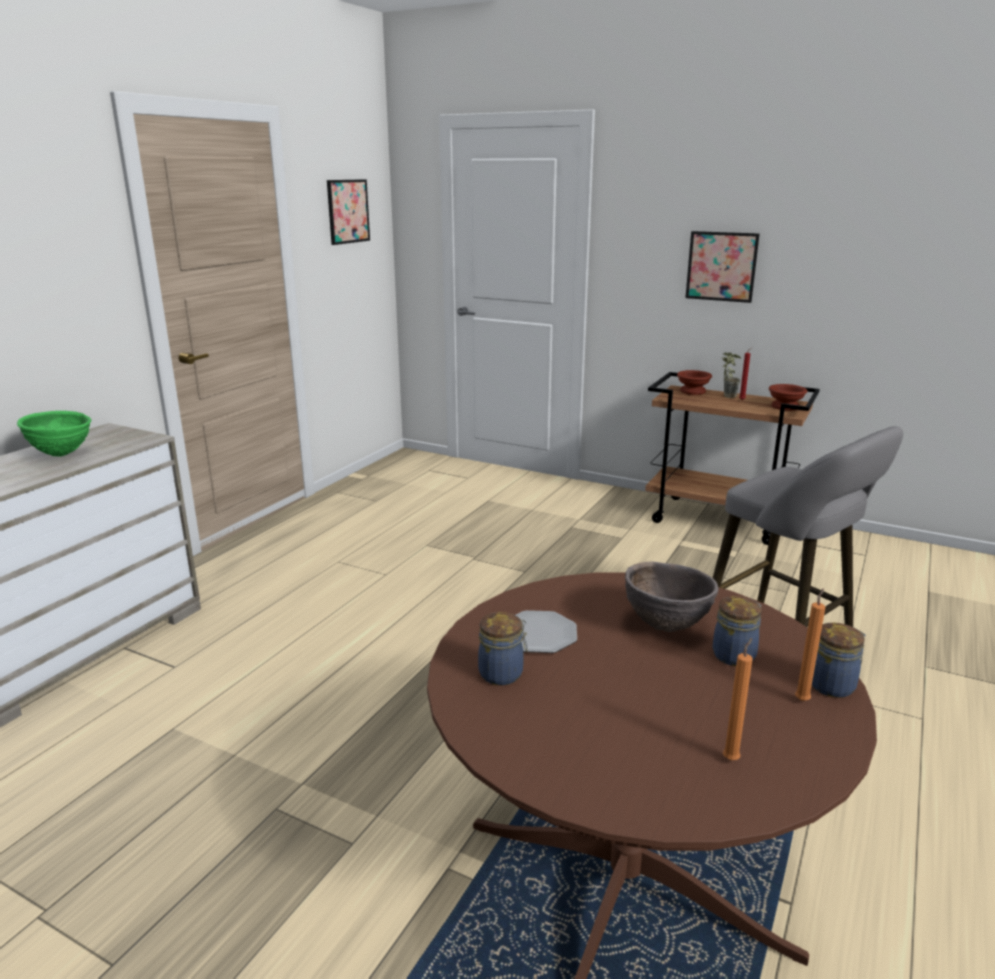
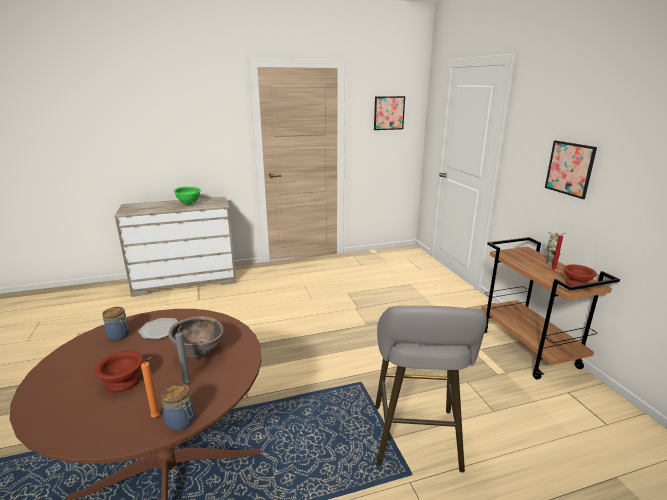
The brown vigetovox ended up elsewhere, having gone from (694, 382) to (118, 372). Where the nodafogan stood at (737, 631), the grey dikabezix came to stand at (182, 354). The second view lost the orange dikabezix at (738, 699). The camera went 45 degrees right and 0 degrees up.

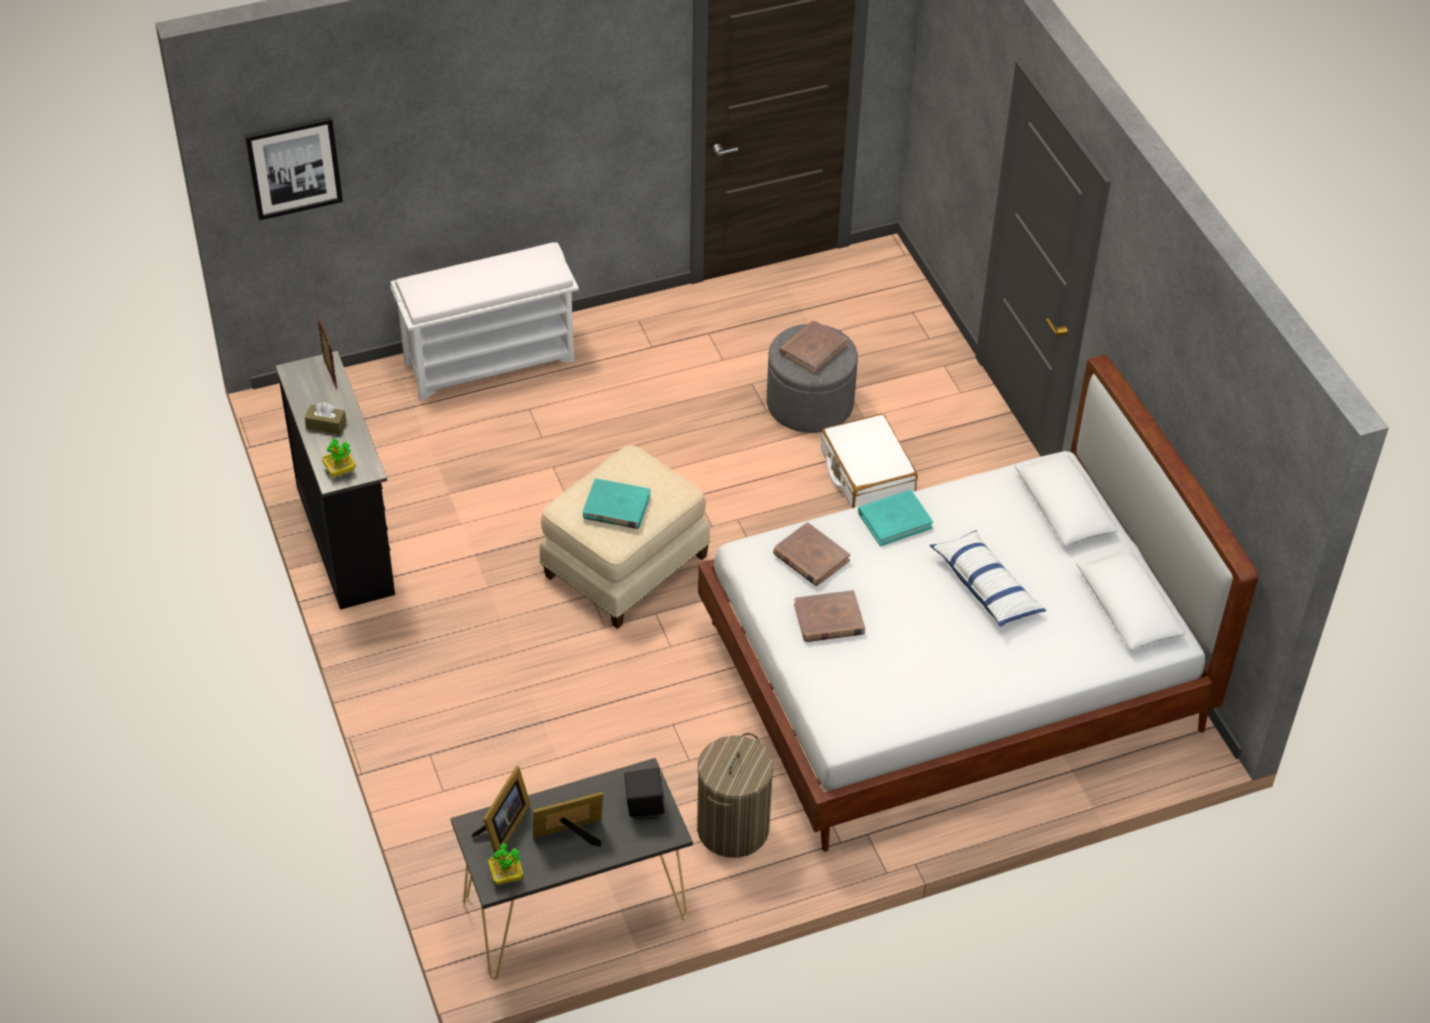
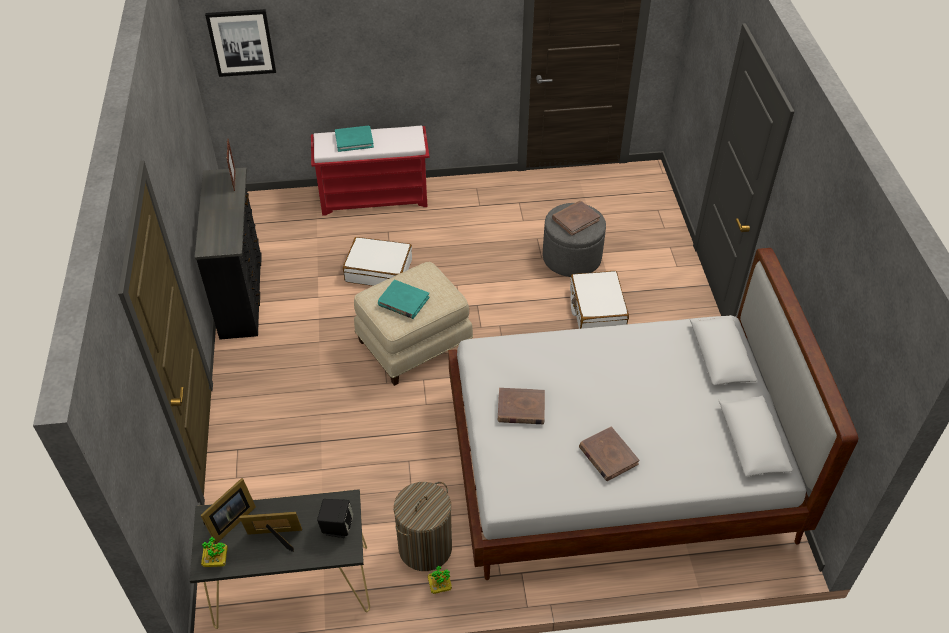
What was the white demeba at (484, 321) turned into the red demeba at (370, 170). The second view lost the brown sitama at (325, 418). The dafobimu ended up elsewhere, having gone from (339, 457) to (440, 580). The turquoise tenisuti ended up elsewhere, having gone from (895, 518) to (354, 138). The brown tenisuti ended up elsewhere, having gone from (811, 554) to (609, 454). The second view lost the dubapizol at (987, 579). The second view gained the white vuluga at (377, 261). The camera went 15 degrees right and 0 degrees up.

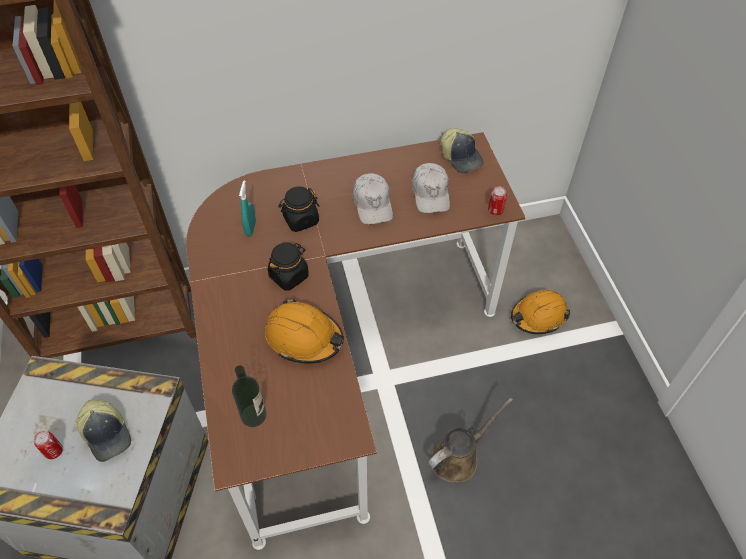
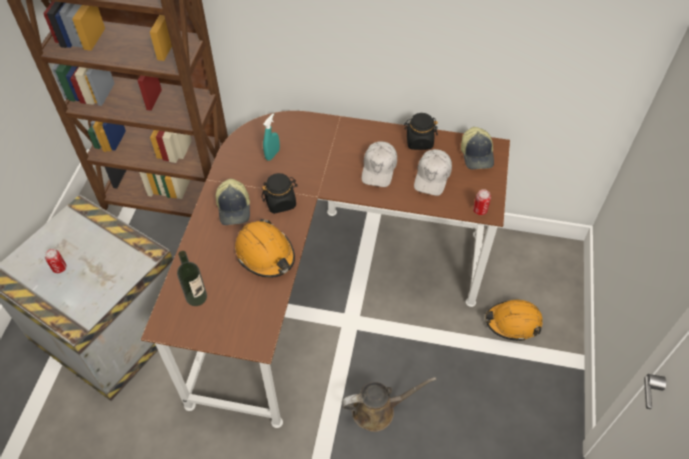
The black nodafogan ended up elsewhere, having gone from (299, 209) to (421, 131). The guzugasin ended up elsewhere, having gone from (103, 431) to (233, 202). The camera went 25 degrees right and 0 degrees up.

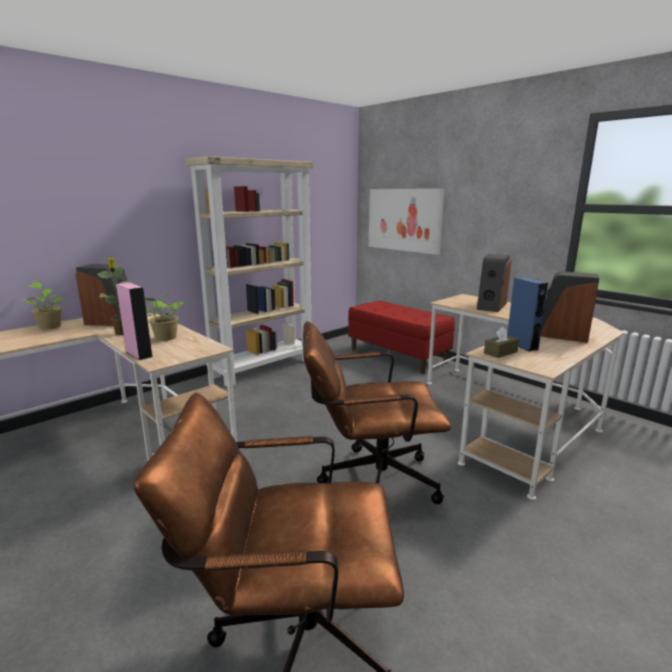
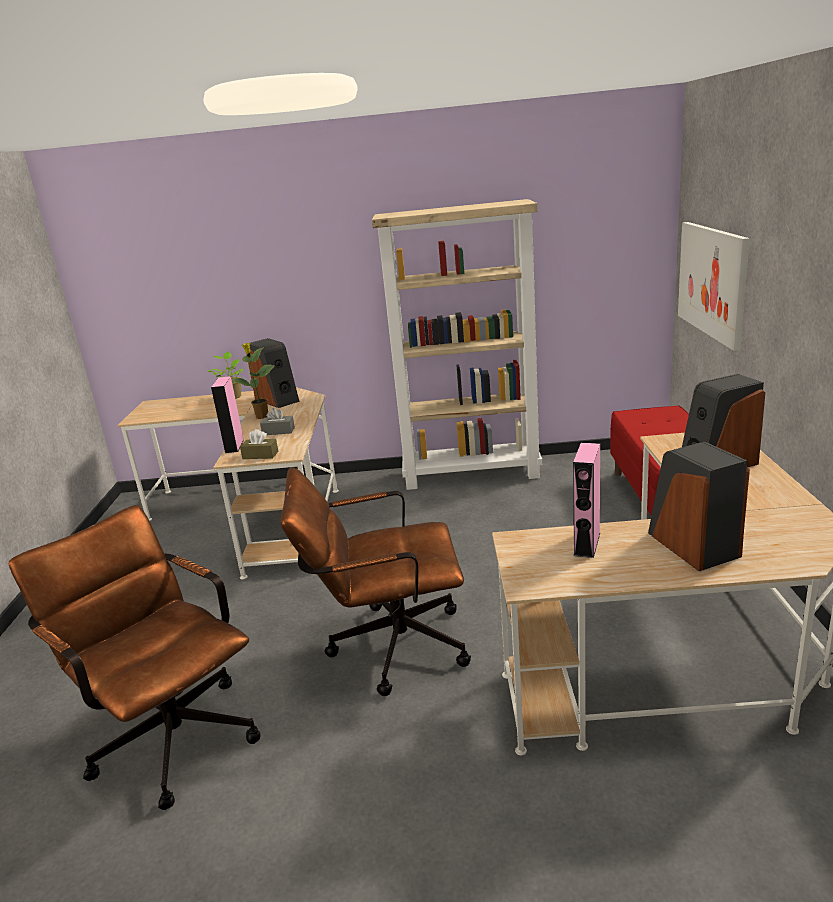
What was the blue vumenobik at (527, 314) turned into the pink vumenobik at (586, 500). Where the dafobimu stood at (164, 318), the grey sitama came to stand at (277, 421). The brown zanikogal at (377, 412) ended up facing another way, 45 degrees counterclockwise from before. The brown sitama ended up elsewhere, having gone from (501, 342) to (259, 444). The camera went 45 degrees right and 5 degrees up.

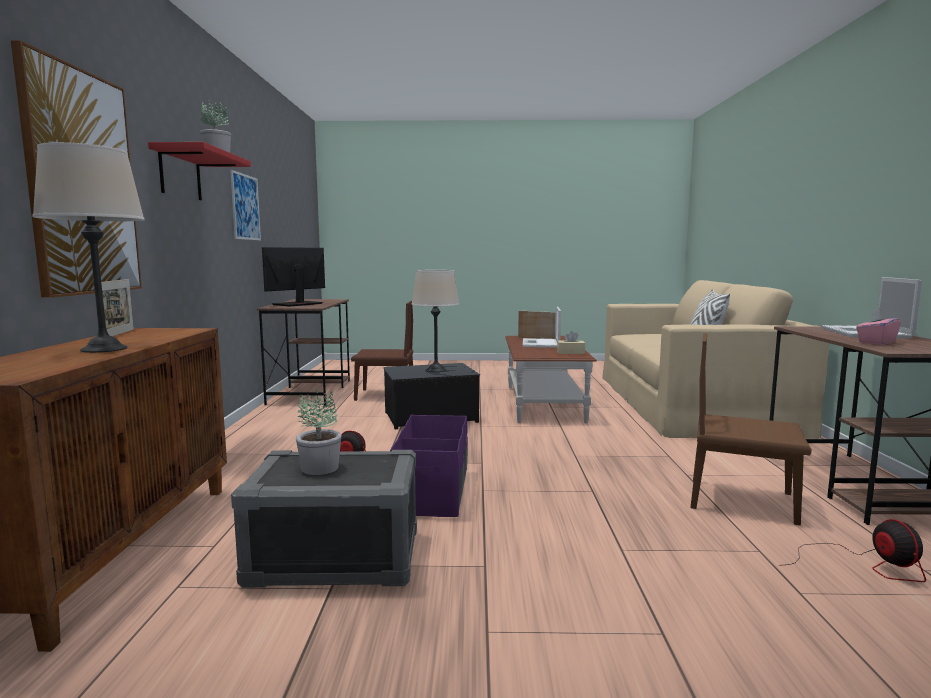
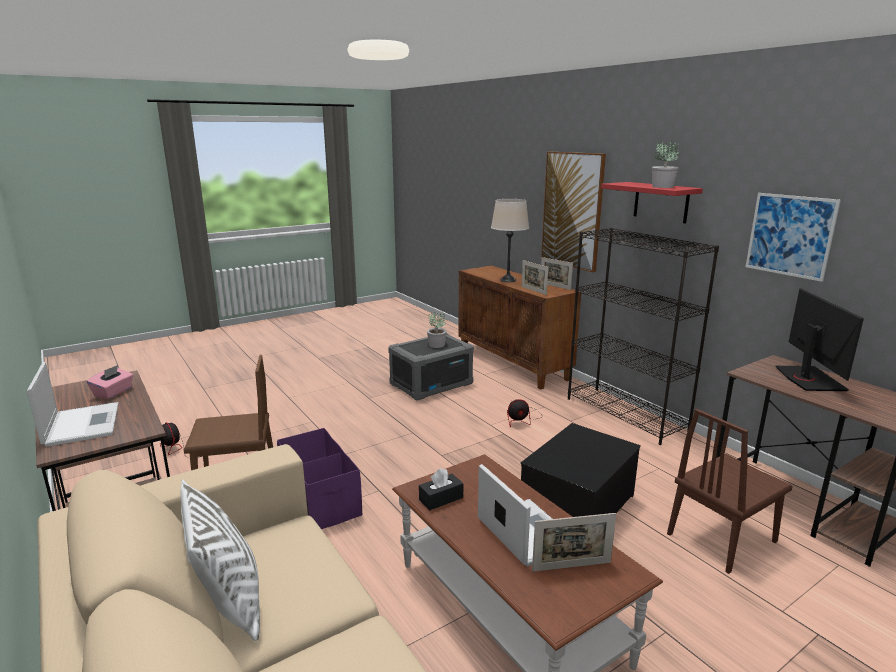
The second view lost the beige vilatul at (435, 321). What was the beige sitama at (571, 342) turned into the black sitama at (441, 489). The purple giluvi ended up elsewhere, having gone from (429, 466) to (319, 478). The second view gained the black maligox at (643, 336). The second view gained the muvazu at (535, 277). The camera went 145 degrees right and 10 degrees up.

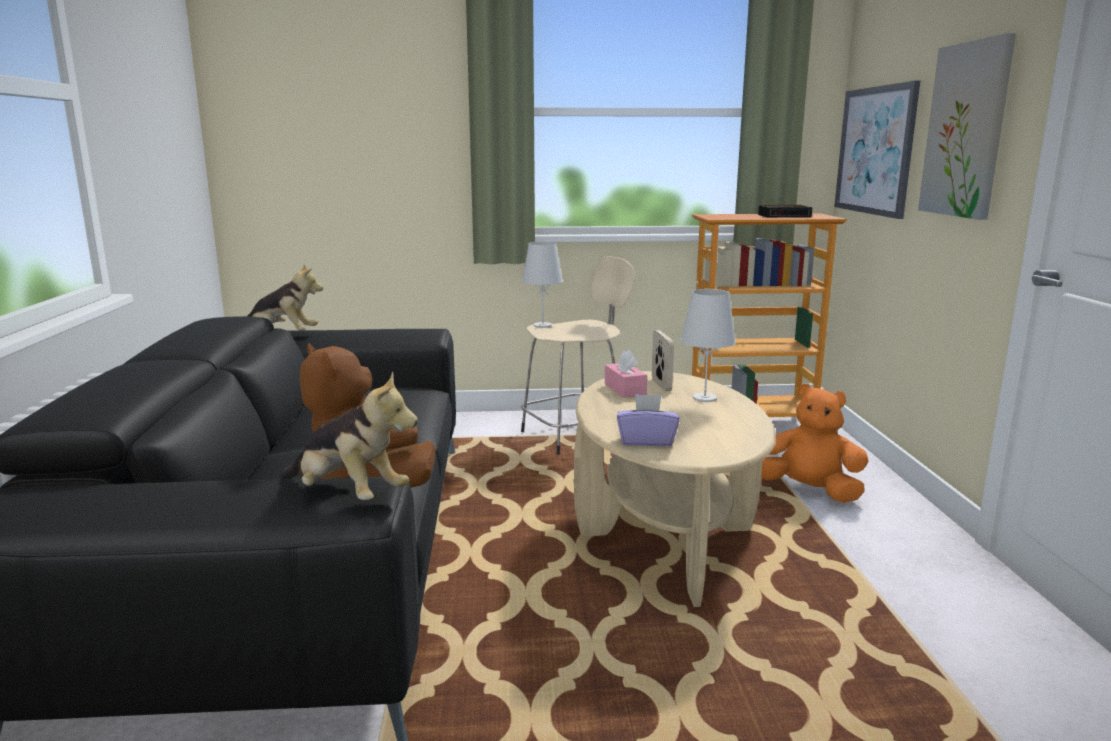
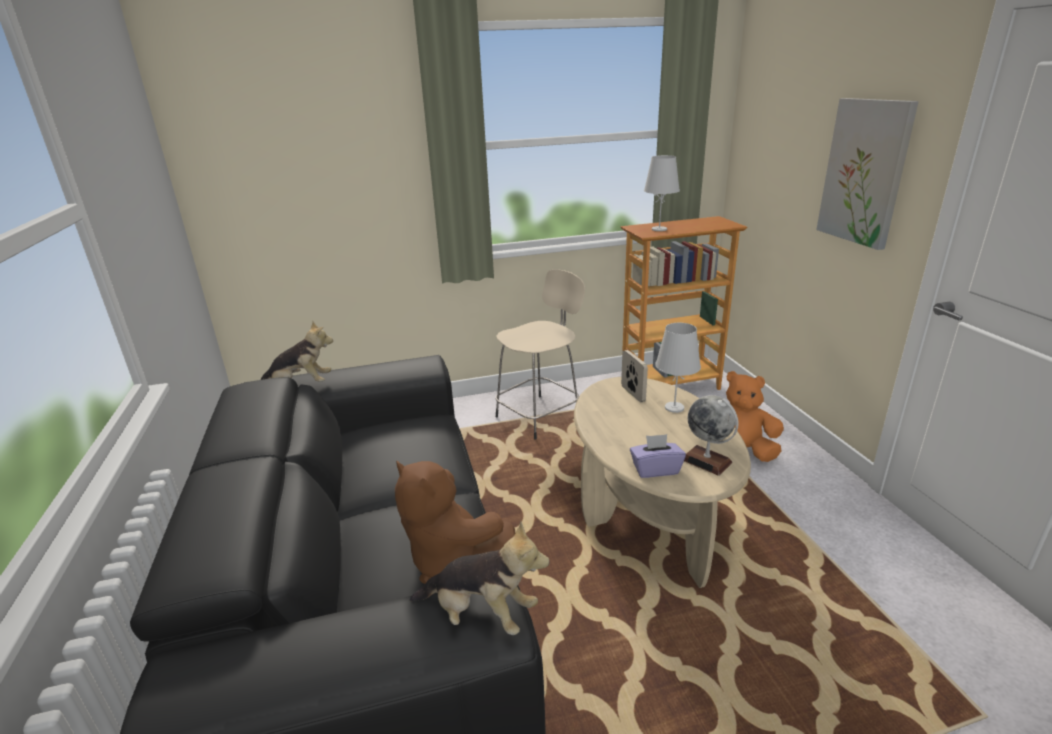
The second view lost the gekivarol at (877, 150). The second view lost the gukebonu at (785, 211). The white vilatul ended up elsewhere, having gone from (542, 285) to (662, 193). The second view lost the pink sitama at (626, 374). The second view gained the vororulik at (711, 435). The camera went 10 degrees left and 10 degrees up.

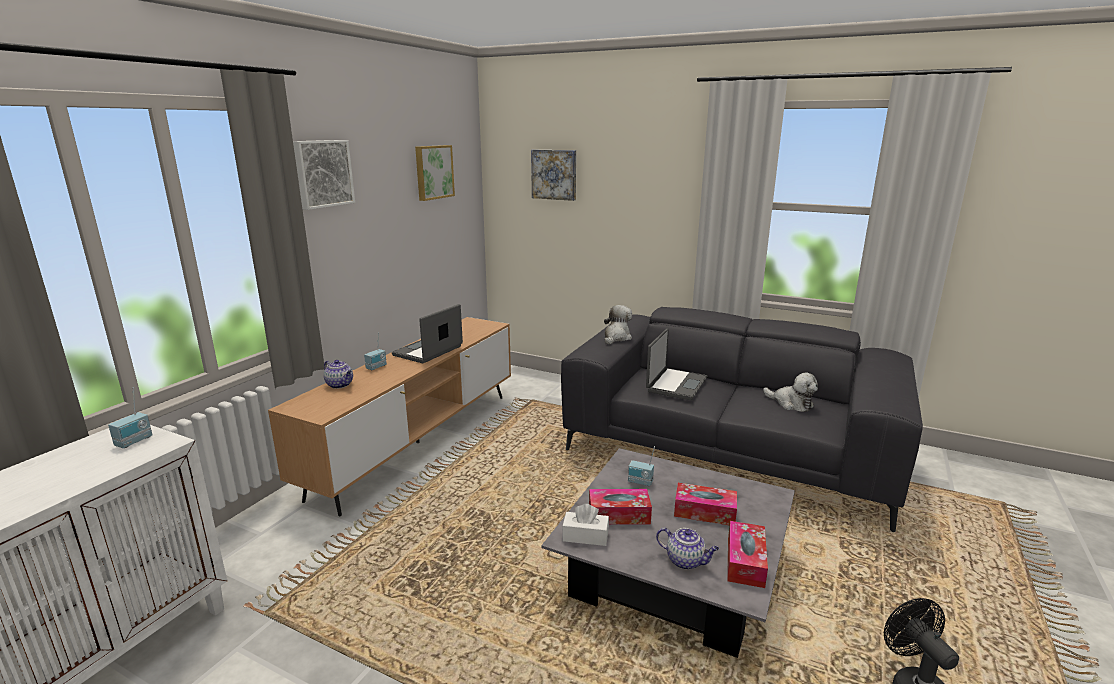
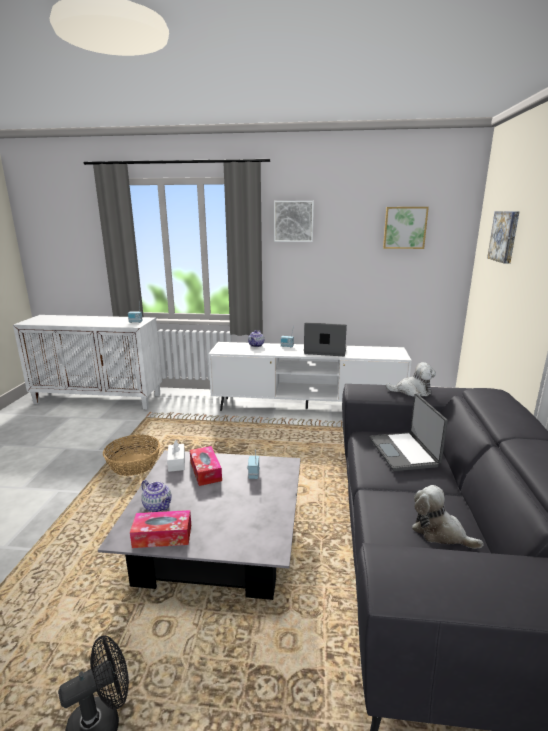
What was the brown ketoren at (389, 416) turned into the white ketoren at (310, 376). The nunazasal at (676, 364) ended up facing another way, 75 degrees clockwise from before. The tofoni at (790, 392) ended up facing another way, 105 degrees clockwise from before. The second view lost the sitama at (705, 504). The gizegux at (687, 548) ended up facing another way, 60 degrees counterclockwise from before. The second view gained the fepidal at (131, 455). The camera went 70 degrees right and 0 degrees up.

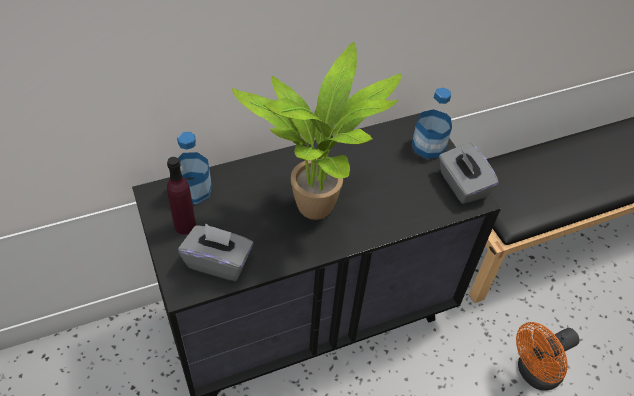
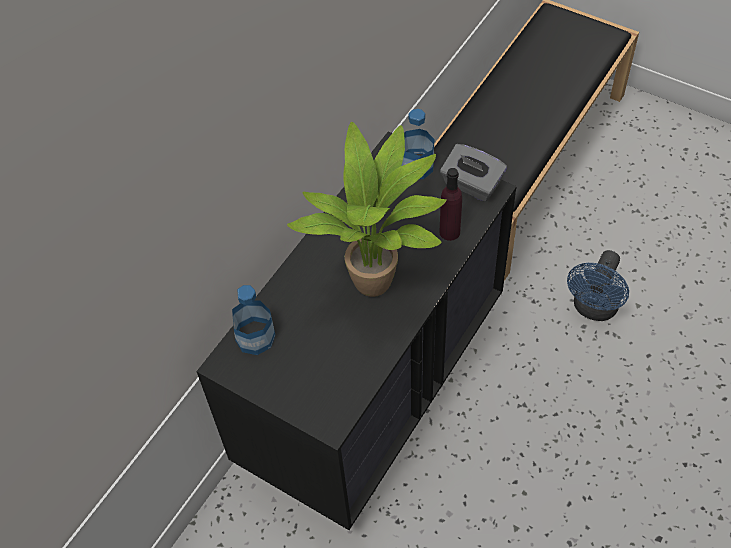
The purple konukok ended up elsewhere, having gone from (181, 196) to (450, 204). The second view lost the grey sitama at (215, 252). What was the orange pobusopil at (548, 356) turned into the blue pobusopil at (598, 285). The camera went 30 degrees left and 5 degrees up.

